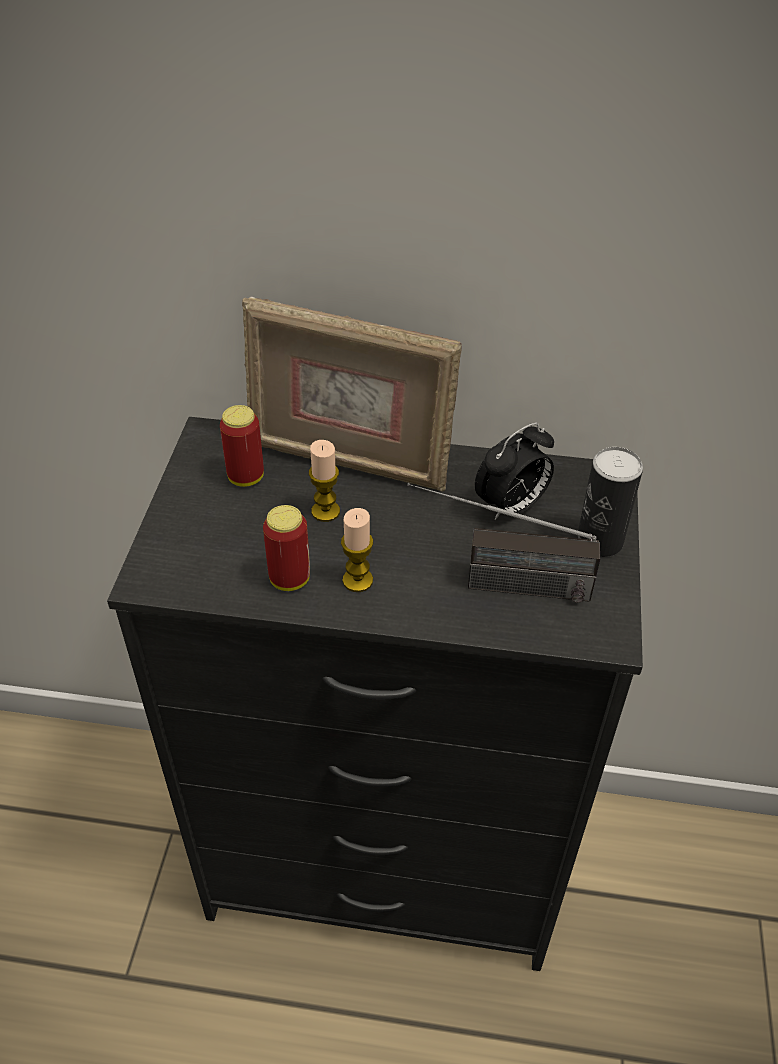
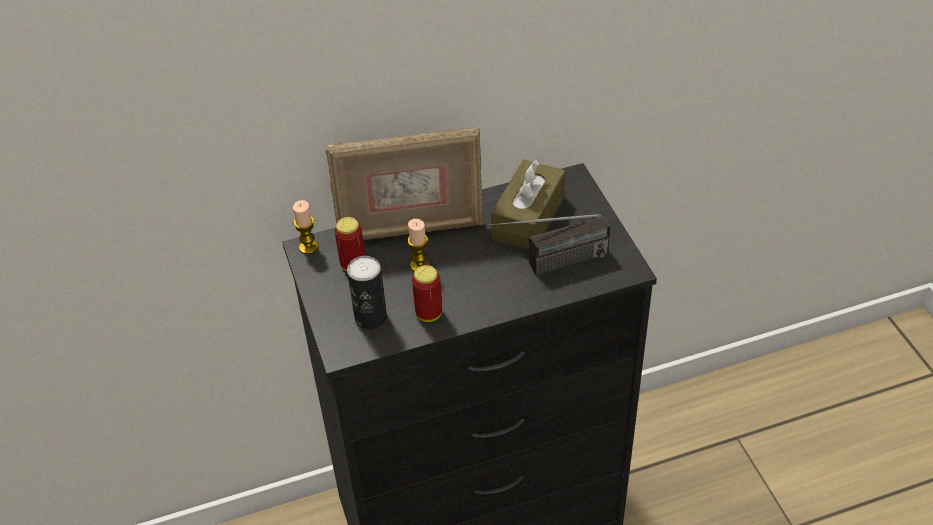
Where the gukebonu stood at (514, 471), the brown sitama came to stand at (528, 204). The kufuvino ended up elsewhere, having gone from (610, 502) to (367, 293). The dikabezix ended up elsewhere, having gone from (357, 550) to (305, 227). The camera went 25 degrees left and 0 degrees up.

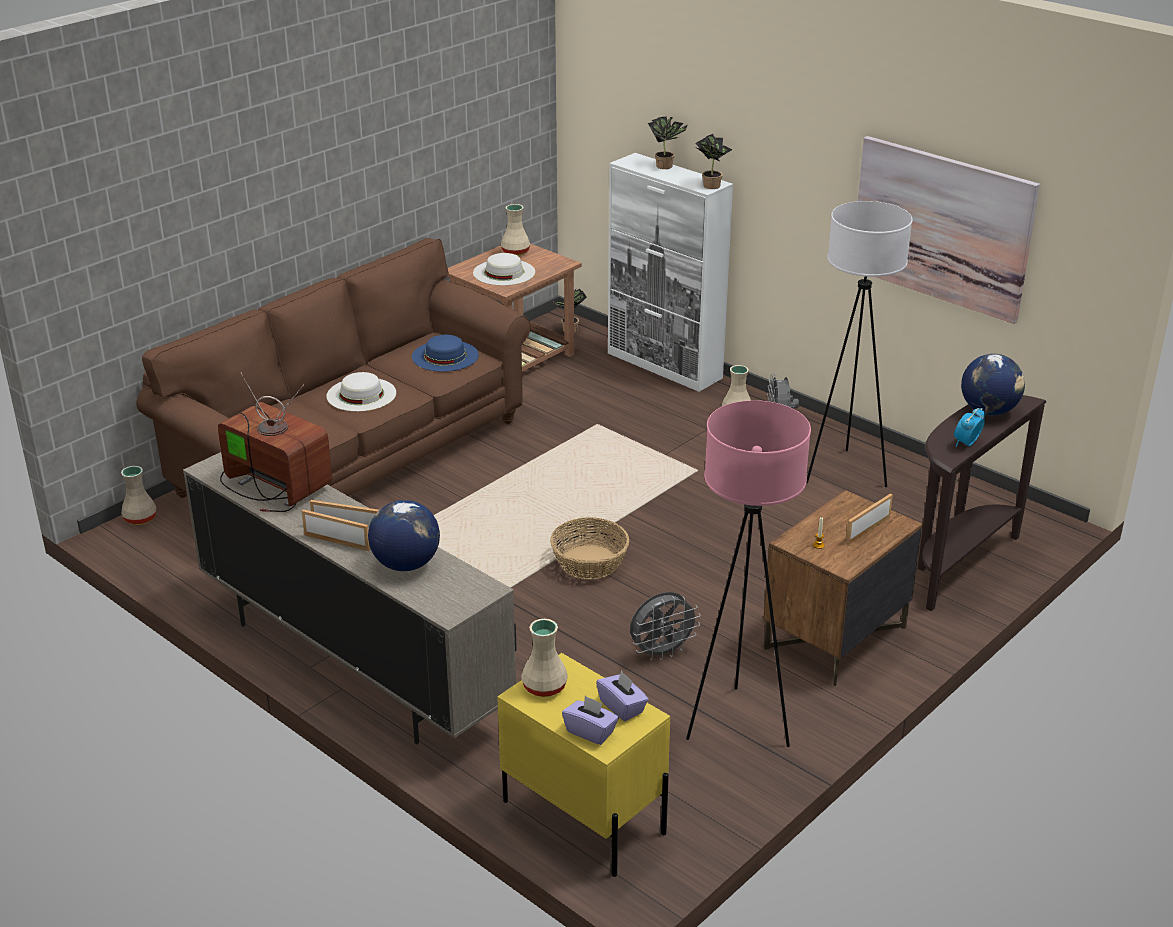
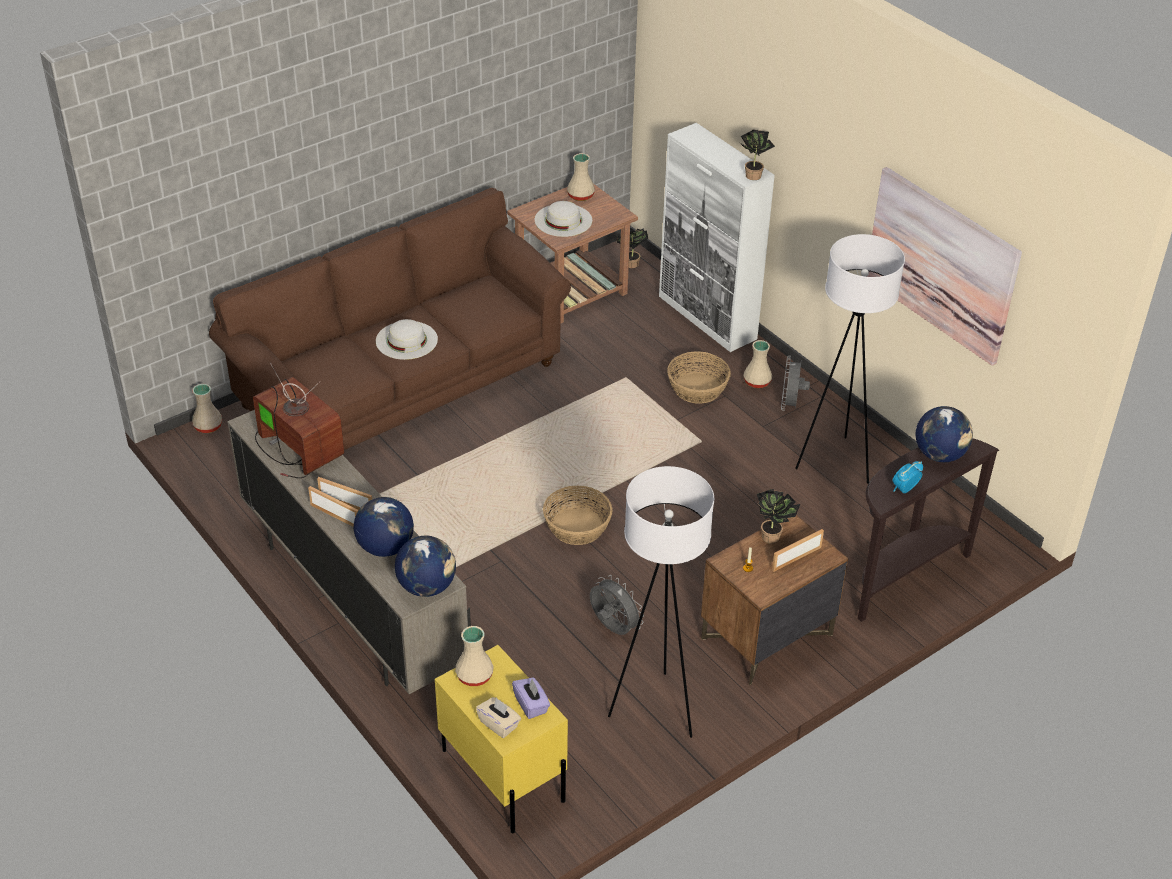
The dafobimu ended up elsewhere, having gone from (667, 142) to (779, 516). The second view lost the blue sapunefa at (445, 353). What was the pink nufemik at (748, 573) turned into the white nufemik at (661, 602). The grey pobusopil at (665, 626) ended up facing another way, 120 degrees counterclockwise from before. What was the purple sitama at (590, 720) turned into the beige sitama at (498, 717). The second view gained the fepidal at (699, 378). The second view gained the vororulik at (425, 566). The camera went 10 degrees right and 10 degrees up.

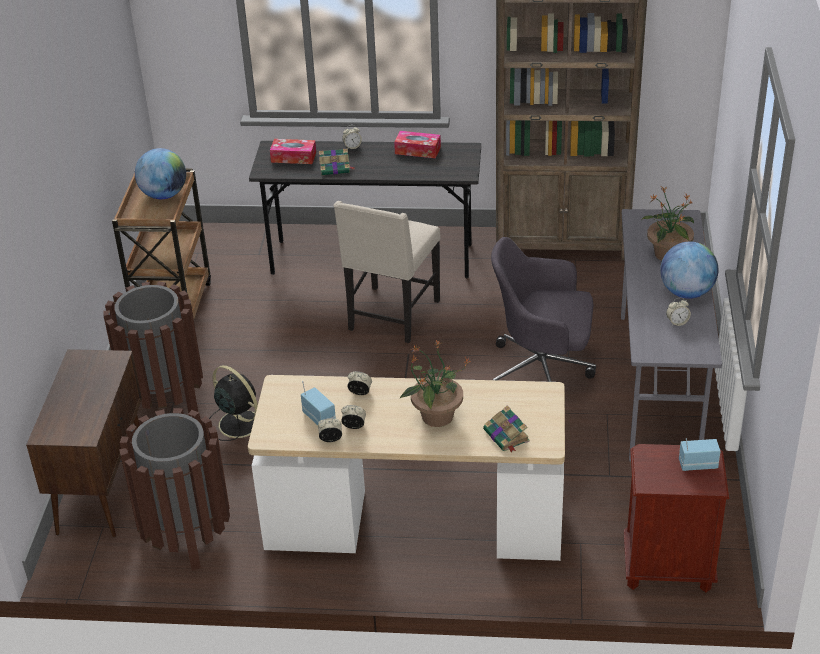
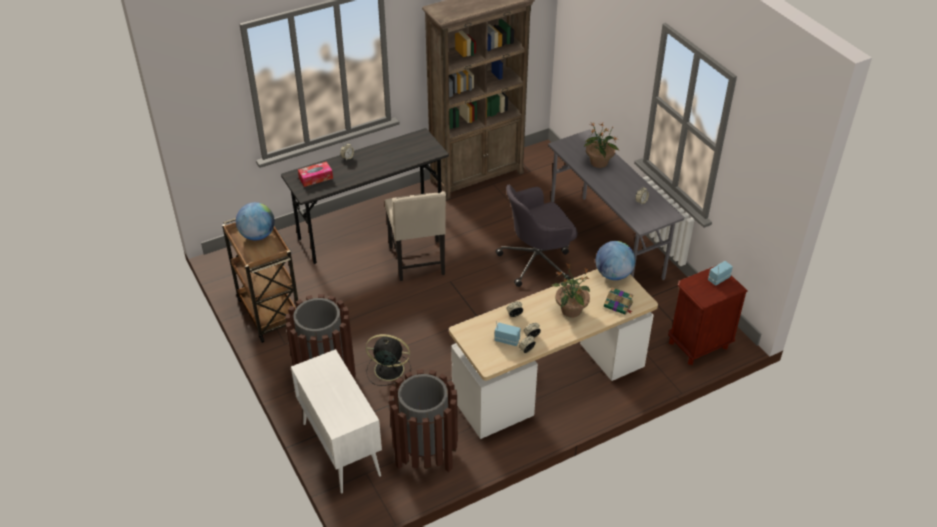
The second view lost the sitama at (417, 144). The second view lost the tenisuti at (337, 161). The vororulik ended up elsewhere, having gone from (689, 270) to (615, 260). What was the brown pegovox at (84, 443) turned into the white pegovox at (336, 421). The camera went 35 degrees left and 5 degrees up.

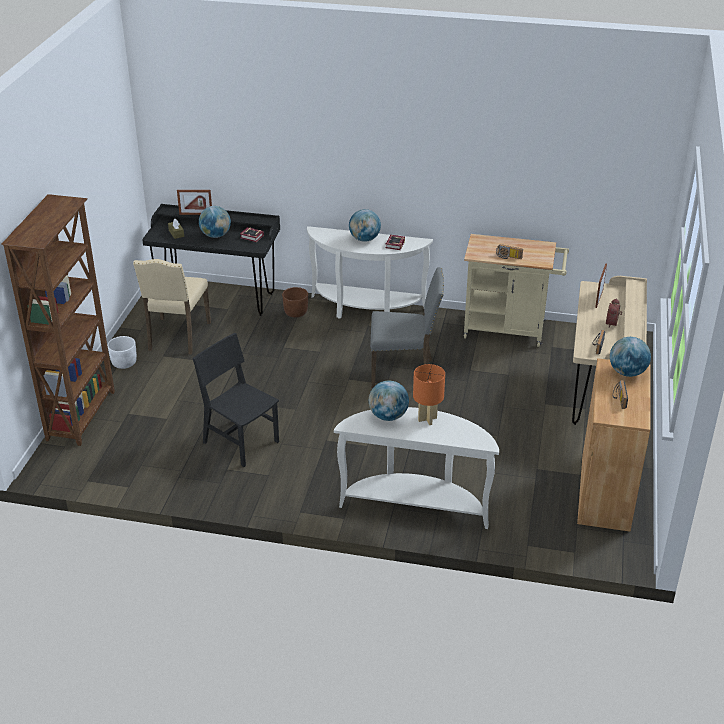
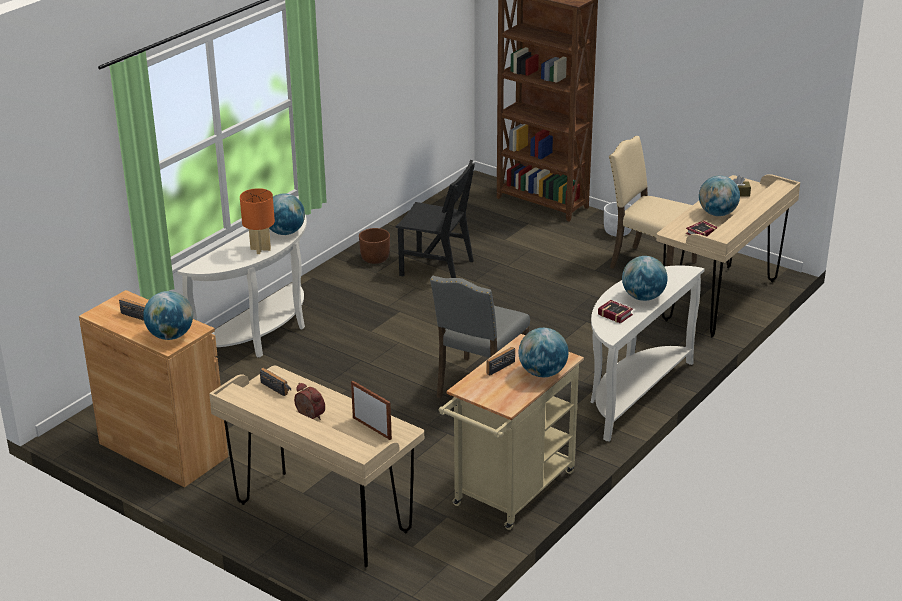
The second view lost the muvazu at (194, 202). What was the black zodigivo at (211, 260) turned into the beige zodigivo at (728, 255). The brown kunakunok ended up elsewhere, having gone from (295, 302) to (374, 246). The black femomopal at (235, 400) ended up facing another way, 45 degrees clockwise from before. The second view gained the vororulik at (543, 352). The camera went 115 degrees right and 5 degrees down.

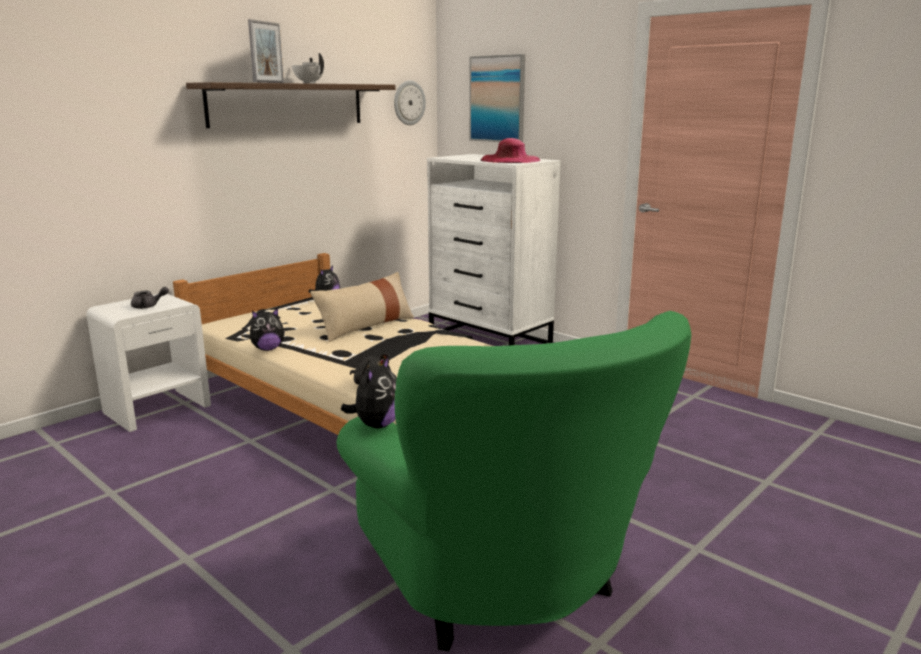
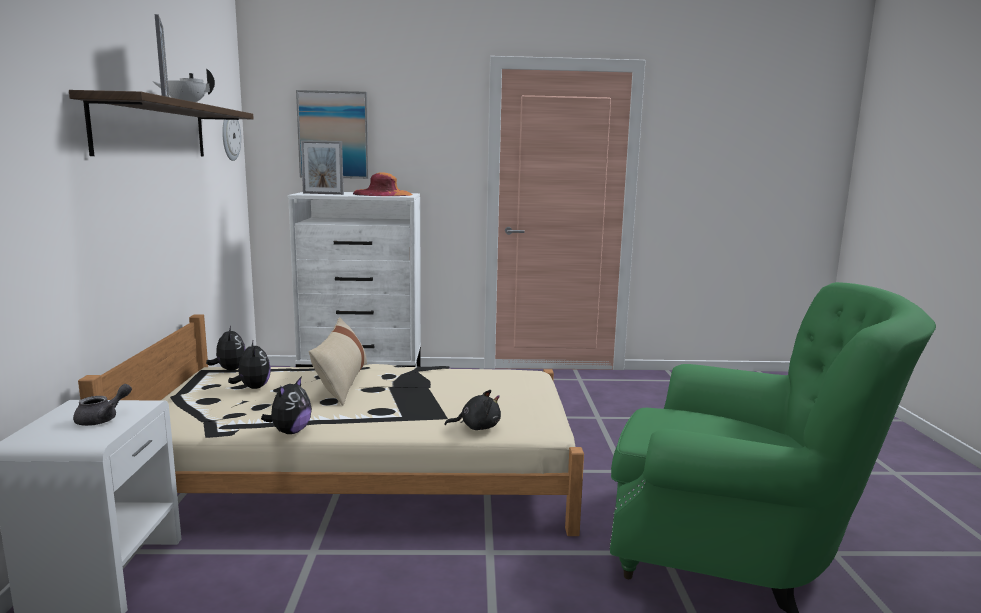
What was the pink sapunefa at (510, 150) turned into the orange sapunefa at (383, 184). The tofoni ended up elsewhere, having gone from (369, 392) to (249, 364). The second view gained the muvazu at (322, 167). The camera went 45 degrees left and 5 degrees down.

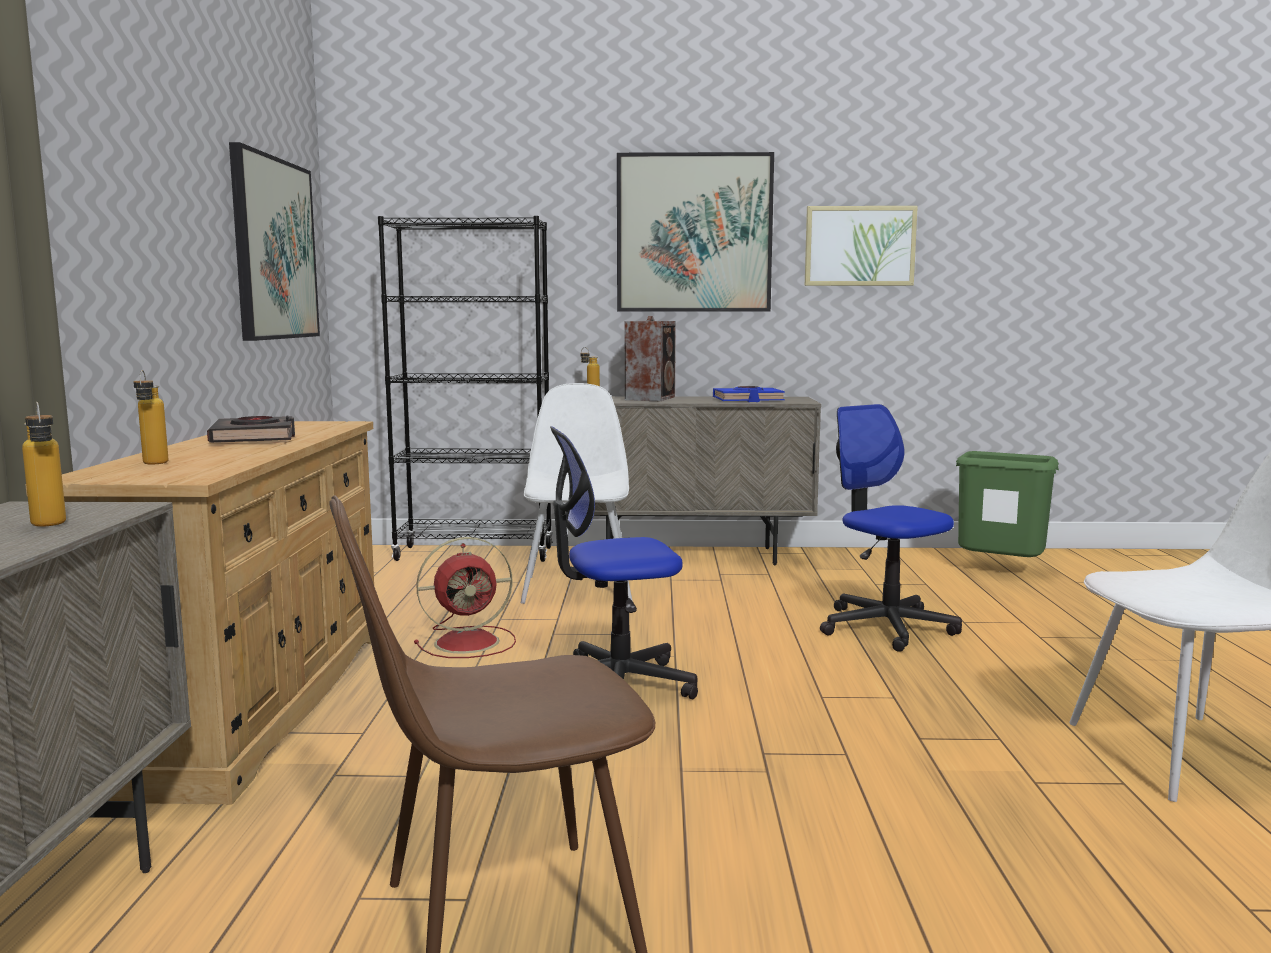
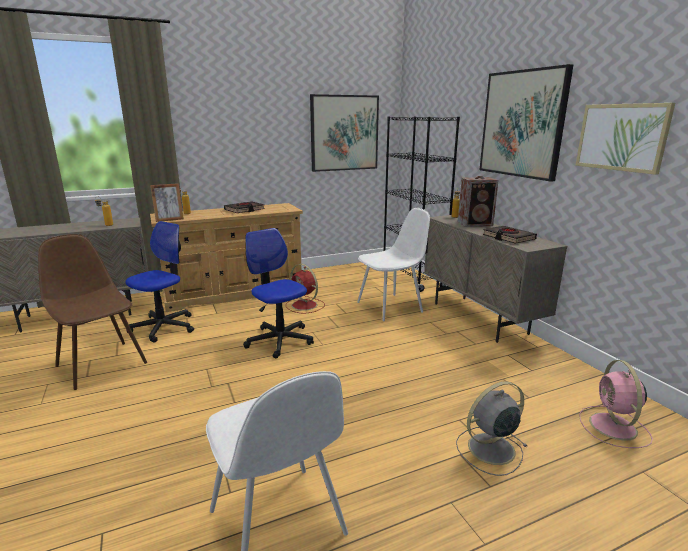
What was the blue tenisuti at (749, 394) turned into the black tenisuti at (510, 235). The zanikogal ended up elsewhere, having gone from (891, 528) to (160, 282). Where the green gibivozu stood at (1007, 504), the pink pobusopil came to stand at (616, 404). The second view gained the muvazu at (167, 202). The second view gained the grey pobusopil at (492, 428). The camera went 65 degrees right and 10 degrees up.

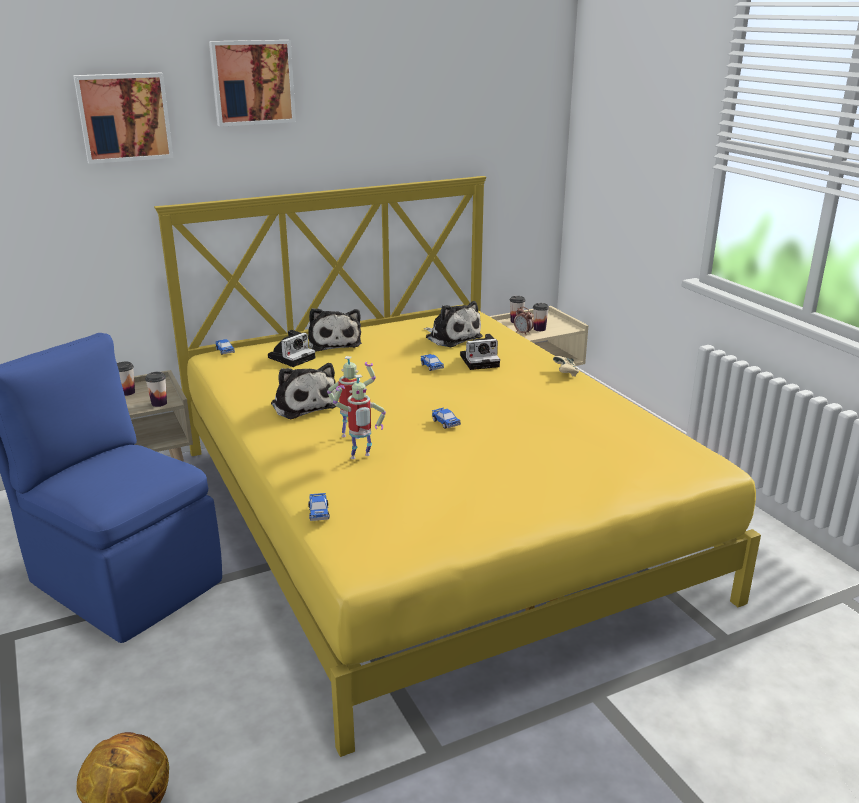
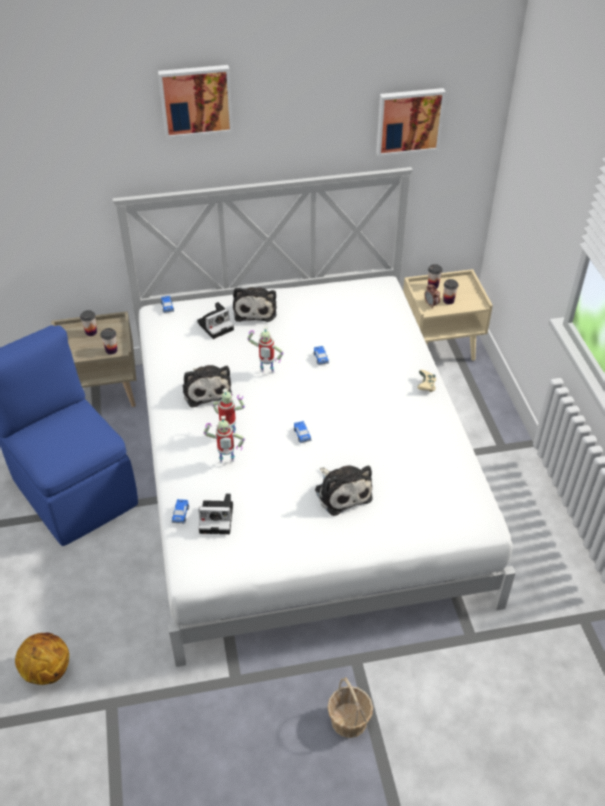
The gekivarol ended up elsewhere, having gone from (123, 118) to (411, 122). What was the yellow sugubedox at (457, 466) turned into the white sugubedox at (314, 417). The tofoni ended up elsewhere, having gone from (453, 324) to (344, 490). The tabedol ended up elsewhere, having gone from (480, 352) to (215, 513). The second view gained the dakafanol at (265, 349). The second view gained the fepidal at (350, 707). The camera went 15 degrees right and 20 degrees up.

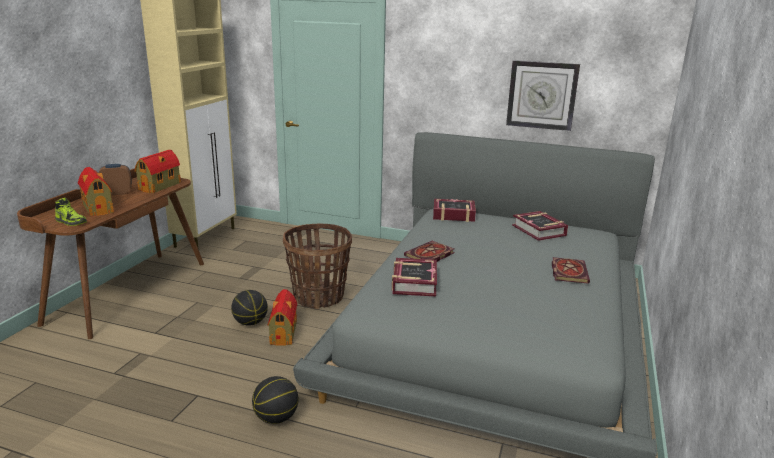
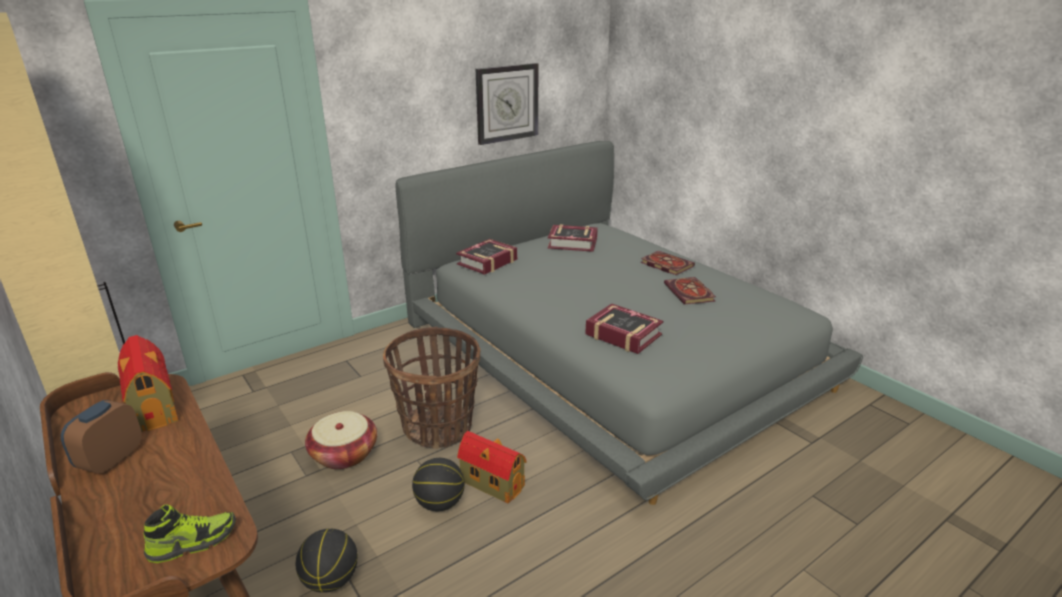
The second view lost the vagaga at (96, 191). The tenisuti ended up elsewhere, having gone from (429, 251) to (690, 291). The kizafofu ended up elsewhere, having gone from (275, 400) to (327, 561). The second view gained the fepidal at (341, 440). The camera went 55 degrees left and 5 degrees up.

